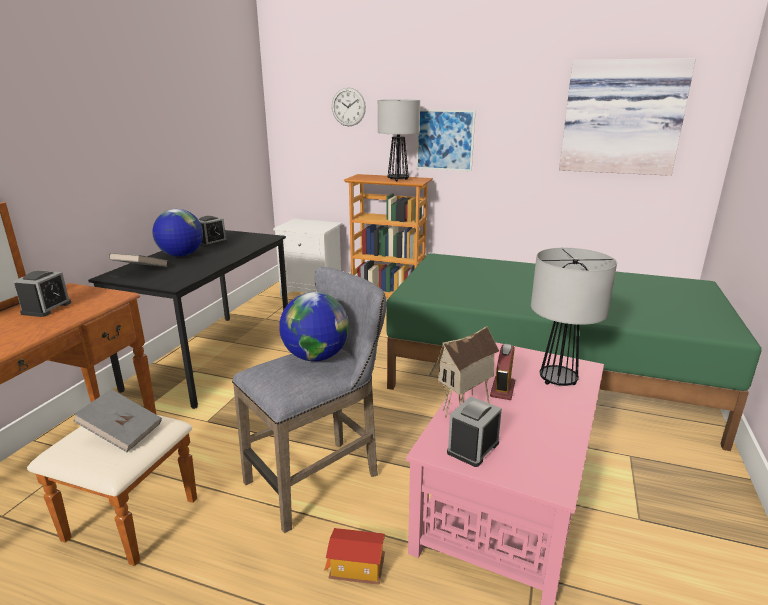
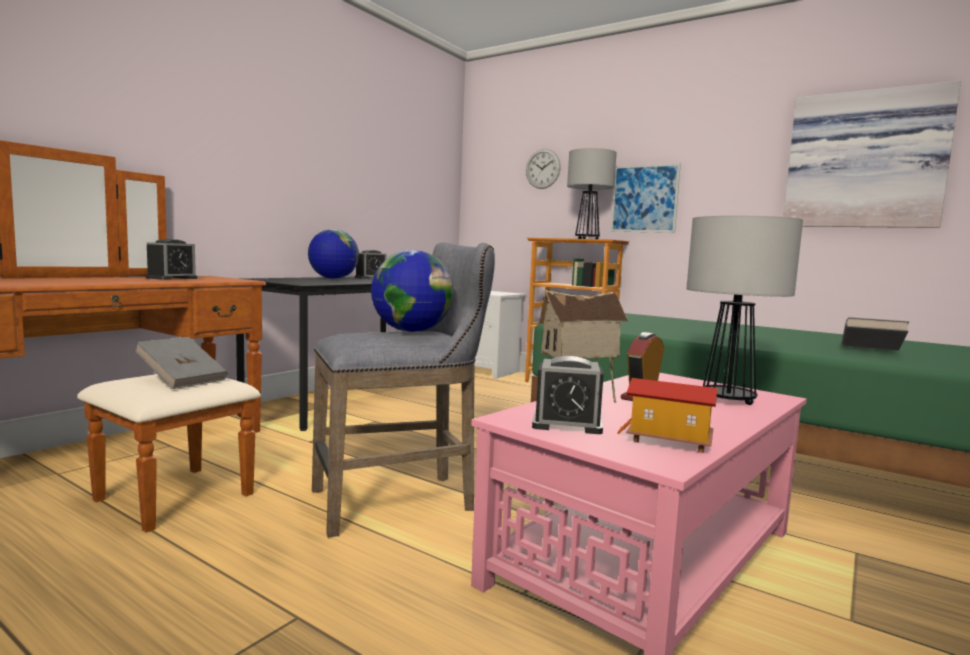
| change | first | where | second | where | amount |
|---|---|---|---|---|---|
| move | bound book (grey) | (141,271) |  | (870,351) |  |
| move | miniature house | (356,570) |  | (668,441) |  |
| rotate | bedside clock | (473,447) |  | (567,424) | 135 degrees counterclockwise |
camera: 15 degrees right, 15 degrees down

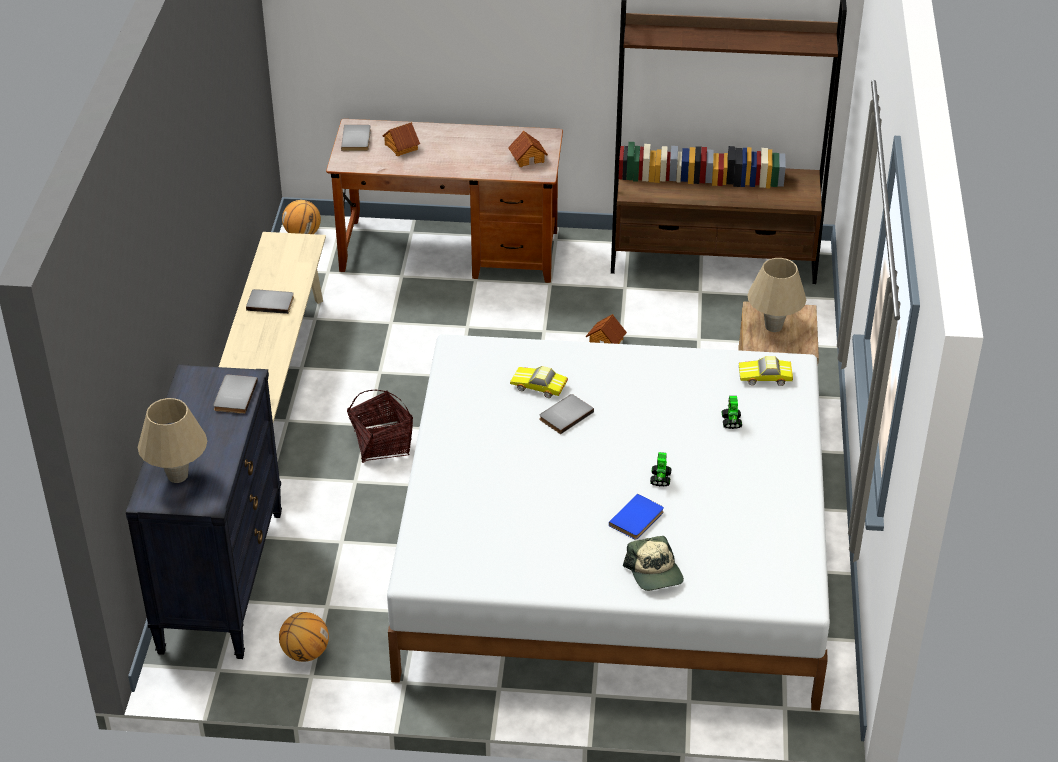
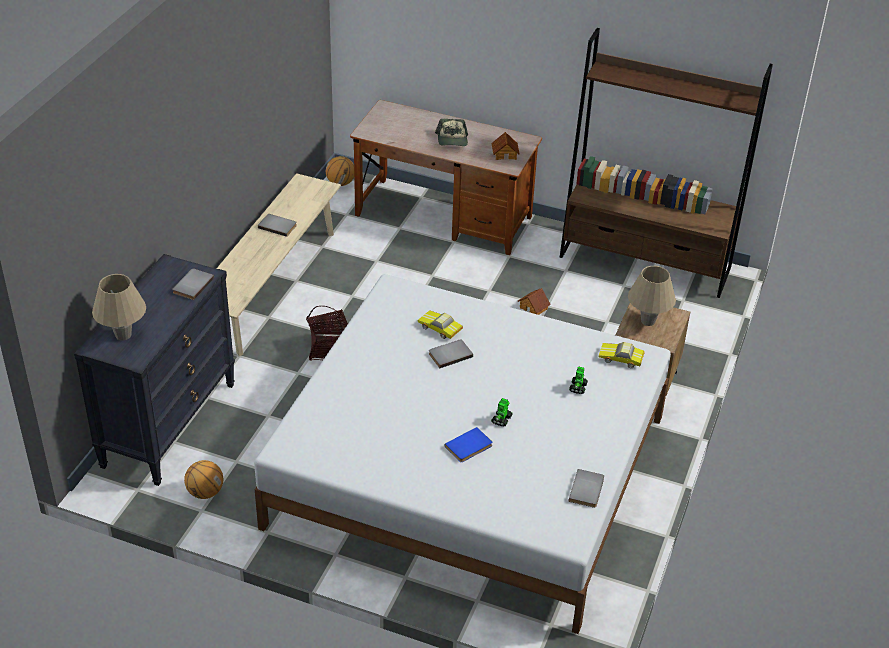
| change | first | where | second | where | amount |
|---|---|---|---|---|---|
| delete | miniature house | (401,147) |  |  |  |
| move | bound book (grey) | (357,139) |  | (588,490) |  |
| move | peaked cap | (654,572) |  | (452,139) |  |
camera: 15 degrees right, 0 degrees up

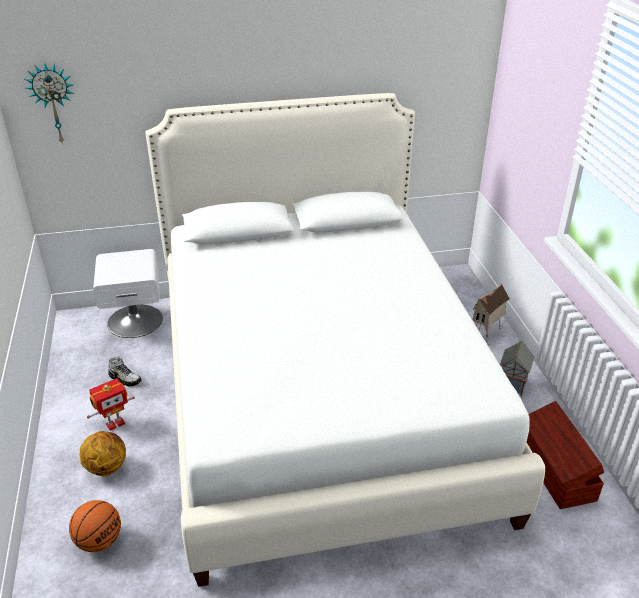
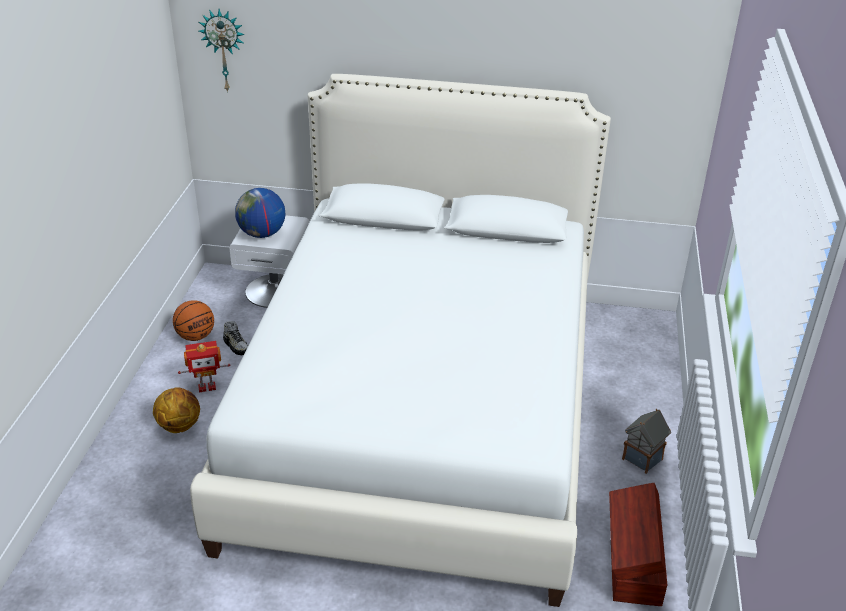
| change | first | where | second | where | amount |
|---|---|---|---|---|---|
| delete | miniature house | (487,334) |  |  |  |
| insert |  |  | globe | (262,234) |  |
| move | ball for basketball | (99,541) |  | (195,336) |  |
camera: 20 degrees right, 0 degrees up

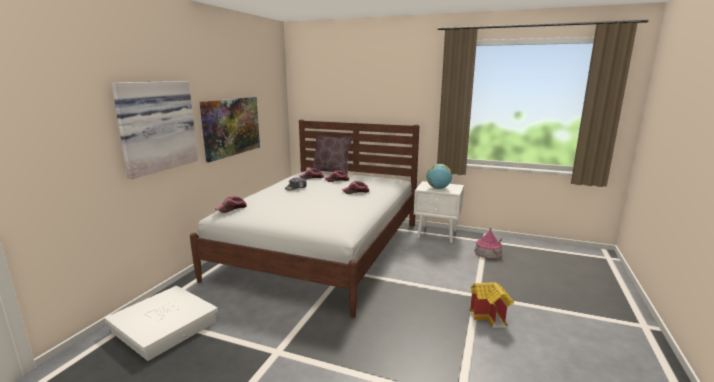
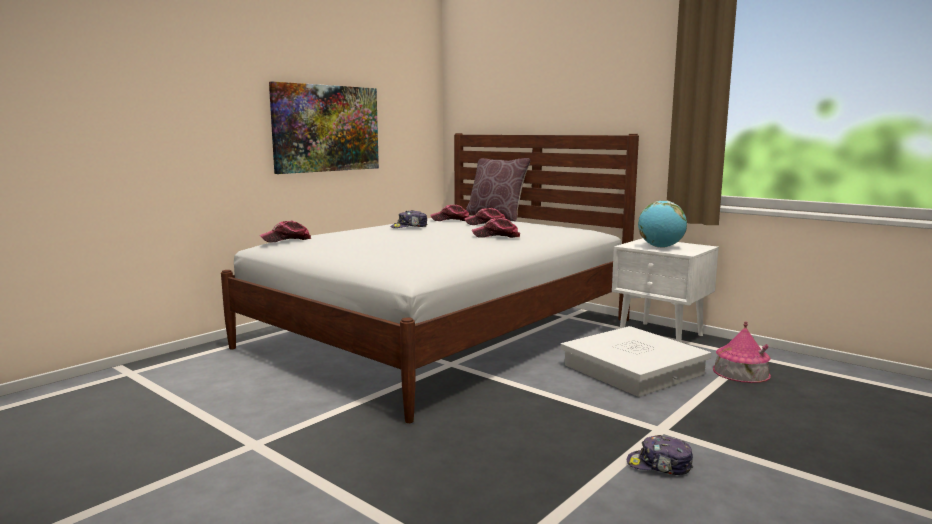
| change | first | where | second | where | amount |
|---|---|---|---|---|---|
| delete | picture | (156,126) |  |  |  |
| move | storage box (white) | (164,327) |  | (632,369) |  |
| replace | miniature house | (490,317) | peaked cap | (659,465) |  |
camera: 20 degrees right, 5 degrees down

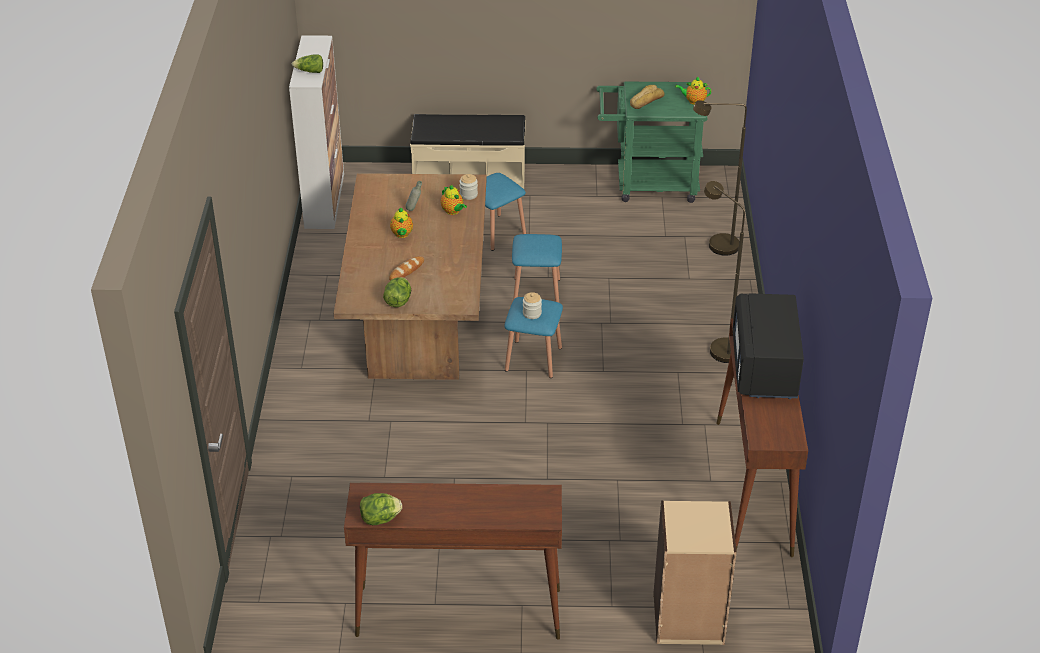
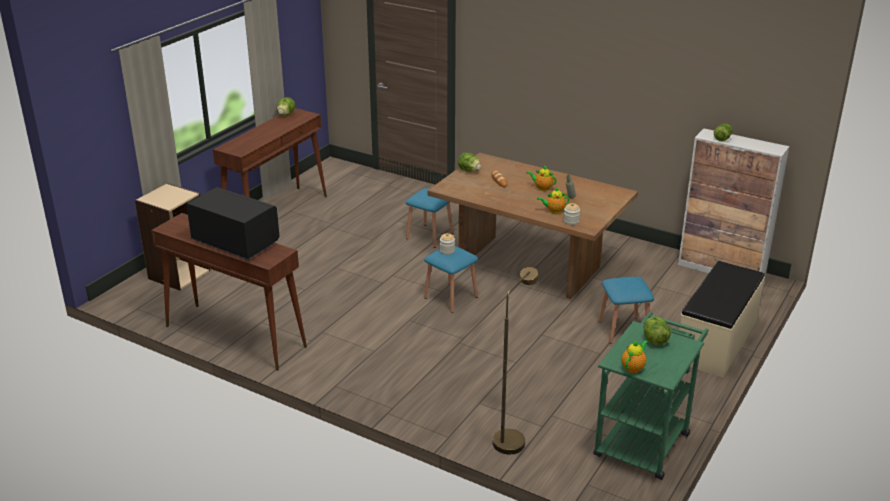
| change | first | where | second | where | amount |
|---|---|---|---|---|---|
| delete | floor lamp (brown-coloured) | (719,347) |  |  |  |
| move | stool (blue-coloured) | (536,292) |  | (429,236) |  |
| replace | bakery bread | (645,100) | head of lettuce | (654,340) |  |
camera: 120 degrees right, 10 degrees down

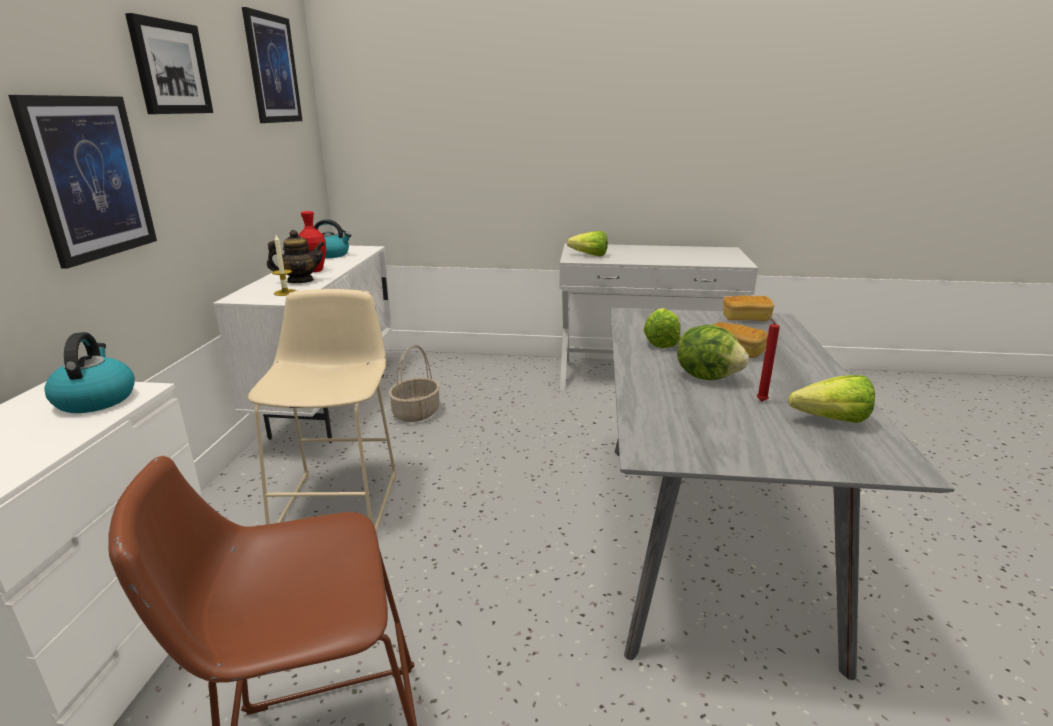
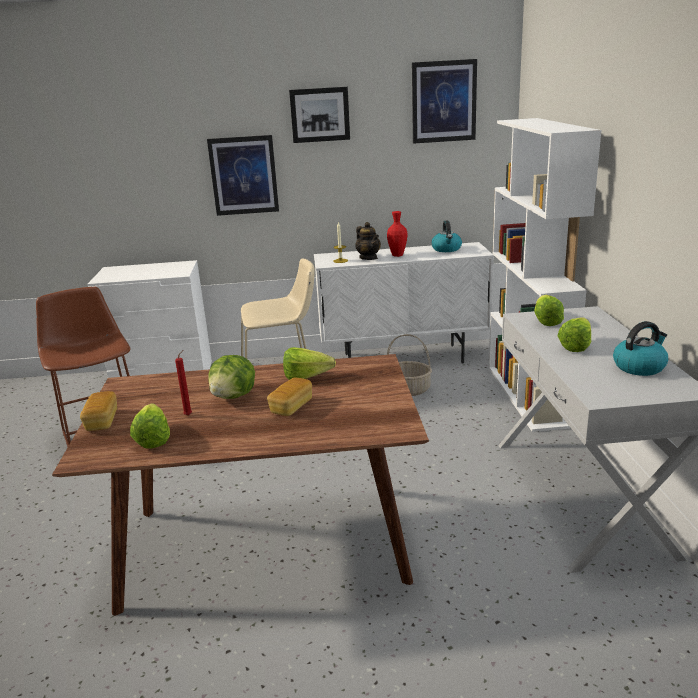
| change | first | where | second | where | amount |
|---|---|---|---|---|---|
| insert |  |  | bookcase (white) | (528,395) |  |
| insert |  |  | head of lettuce | (578,345) |  |
| move | kettle | (96,399) |  | (639,367) |  |
| move | bakery bread | (745,319) |  | (102,421) |  |
| recolor | dinner table (grey) | (703,536) | dinner table (brown-coloured) | (268,543) |  |
camera: 80 degrees right, 0 degrees up

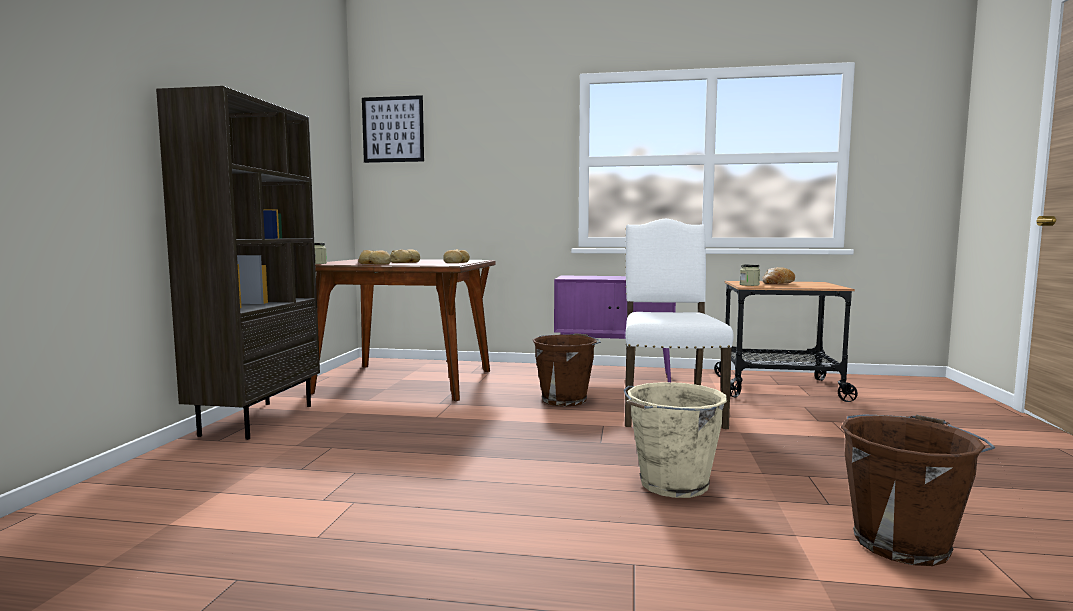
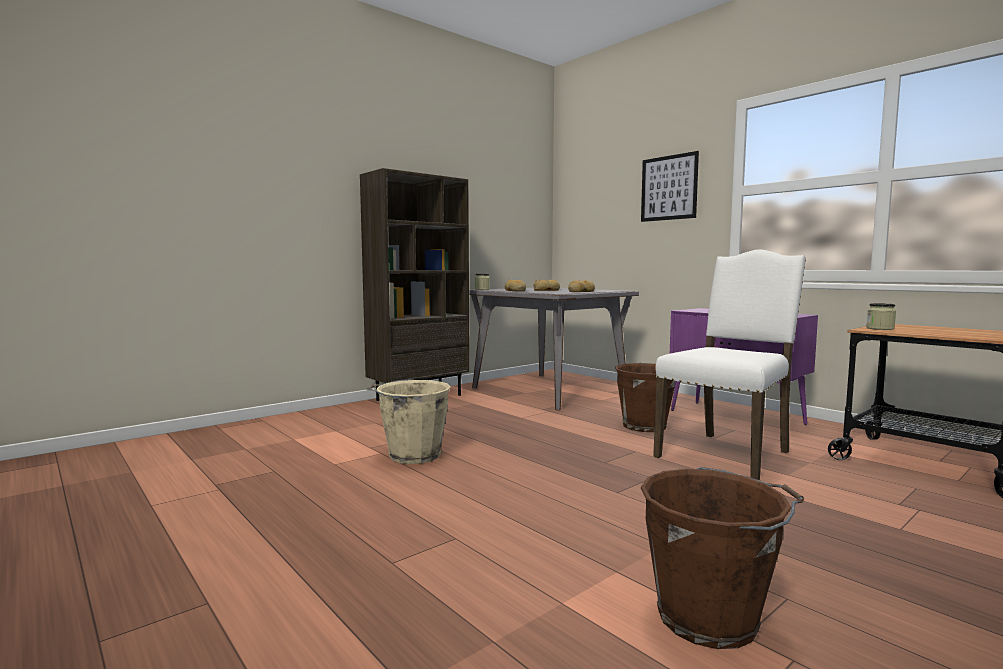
| change | first | where | second | where | amount |
|---|---|---|---|---|---|
| delete | bakery bread | (777,284) |  |  |  |
| move | picture | (393,129) |  | (669,188) |  |
| move | bucket (sand-coloured) | (671,484) |  | (412,455) |  |
| recolor | dinner table (brown-coloured) | (404,382) | dinner table (grey) | (548,390) |  |
camera: 40 degrees right, 0 degrees up

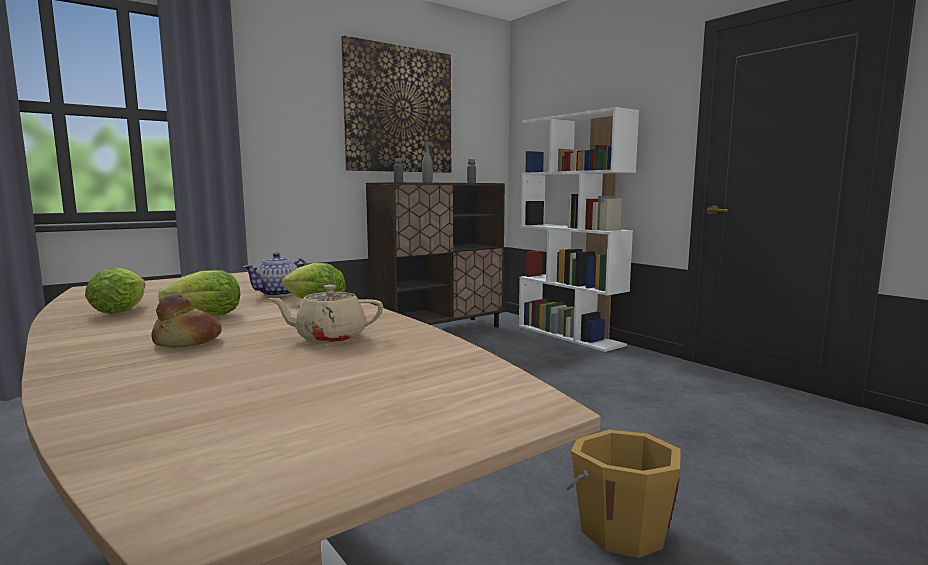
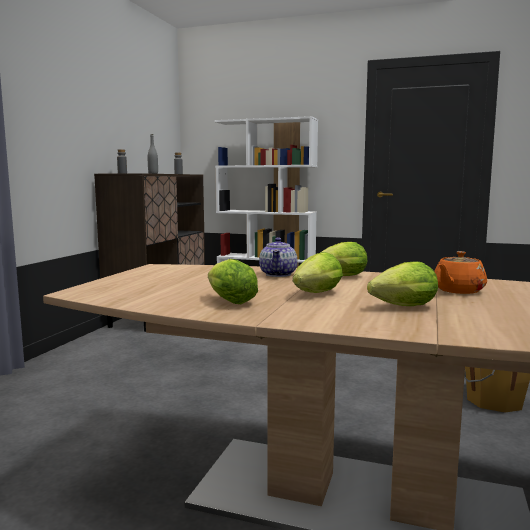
| change | first | where | second | where | amount |
|---|---|---|---|---|---|
| delete | picture | (399,110) |  |  |  |
| replace | bakery bread | (187,342) | head of lettuce | (400,307) |  |
| recolor | tea pot (sand-coloured) | (329,338) | tea pot (orange) | (457,290) |  |
camera: 35 degrees left, 0 degrees up

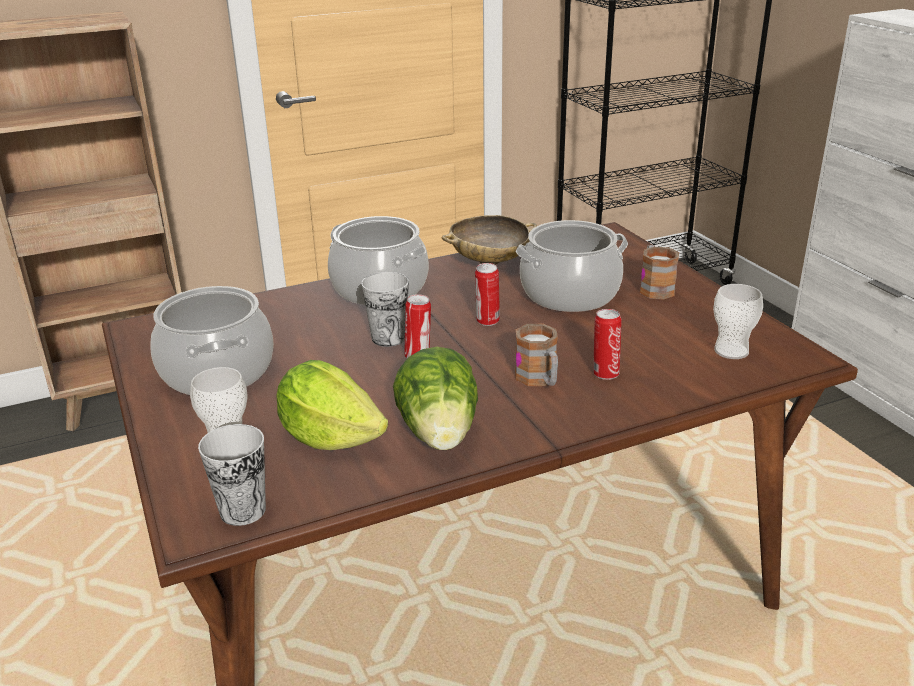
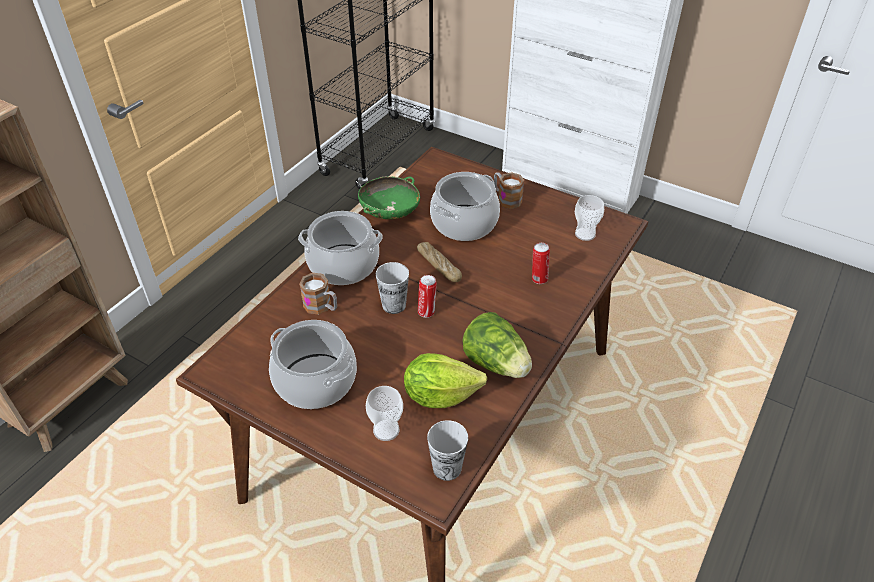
| change | first | where | second | where | amount |
|---|---|---|---|---|---|
| move | coffee mug | (539,380) |  | (322,307) |  |
| replace | can | (487,321) | bakery bread | (438,266) |  |
| recolor | deep dish (sand-coloured) | (489,261) | deep dish (greenish) | (390,213) |  |
camera: 35 degrees left, 15 degrees up

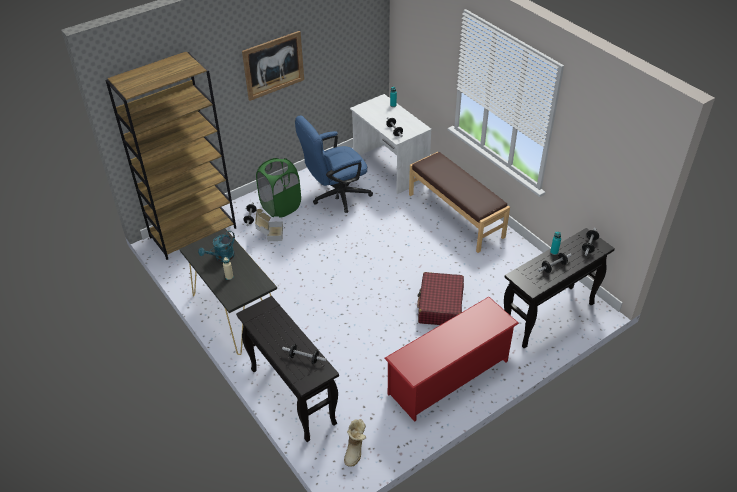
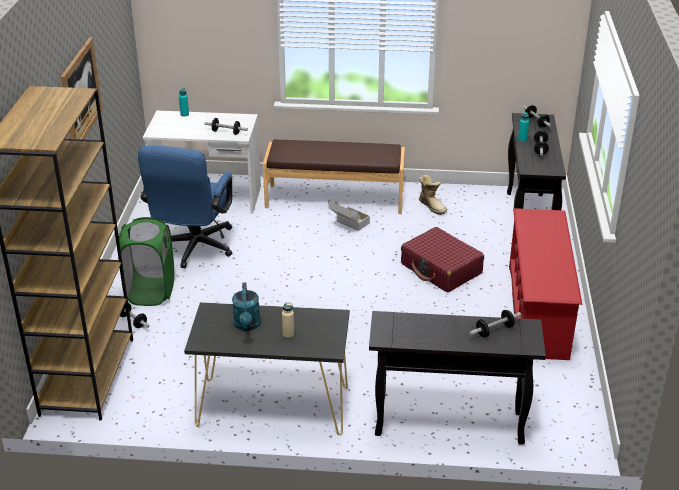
| change | first | where | second | where | amount |
|---|---|---|---|---|---|
| move | packing box | (269,234) |  | (348,225) |  |
| move | boot | (355,450) |  | (432,206) |  |
camera: 50 degrees left, 10 degrees down

